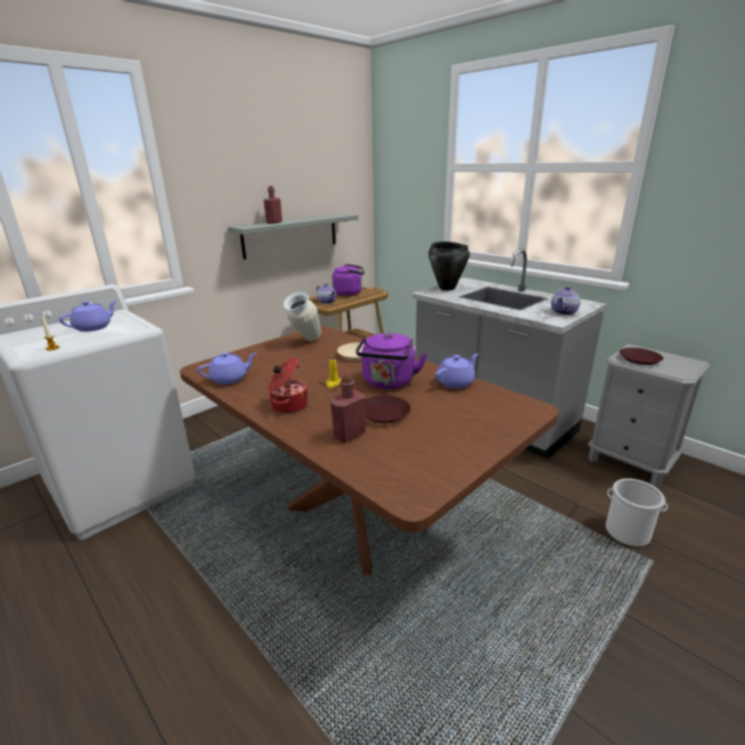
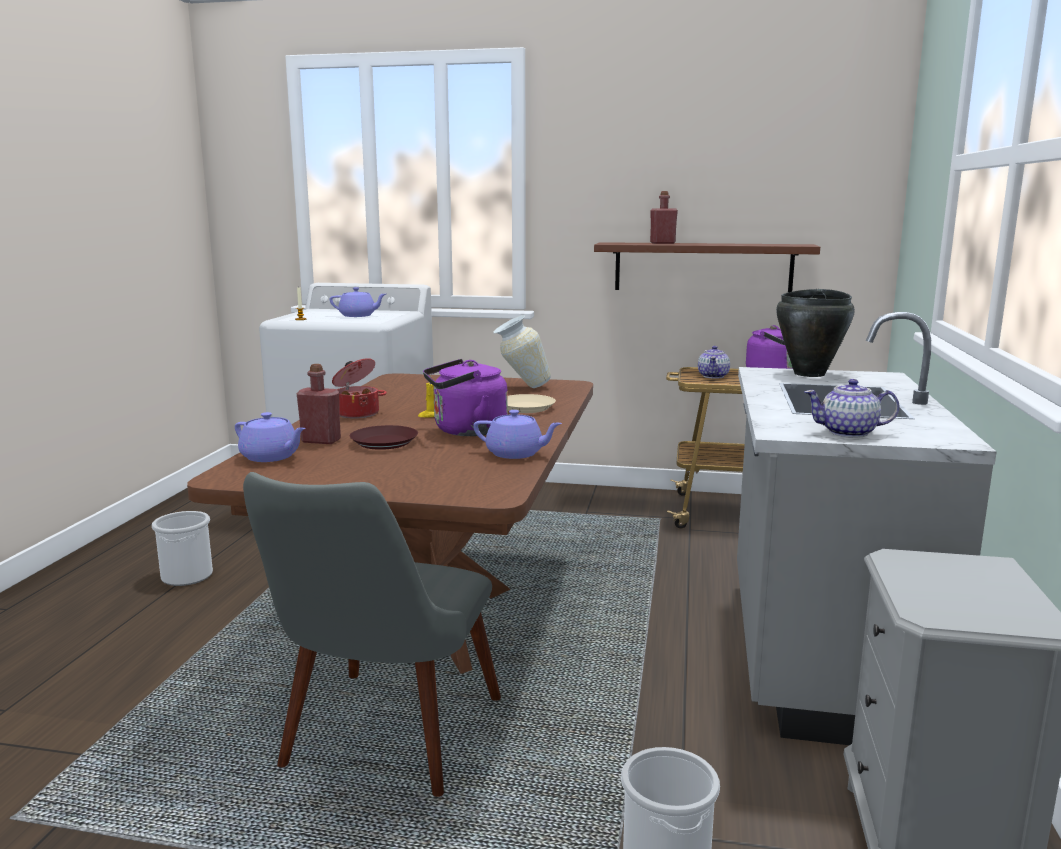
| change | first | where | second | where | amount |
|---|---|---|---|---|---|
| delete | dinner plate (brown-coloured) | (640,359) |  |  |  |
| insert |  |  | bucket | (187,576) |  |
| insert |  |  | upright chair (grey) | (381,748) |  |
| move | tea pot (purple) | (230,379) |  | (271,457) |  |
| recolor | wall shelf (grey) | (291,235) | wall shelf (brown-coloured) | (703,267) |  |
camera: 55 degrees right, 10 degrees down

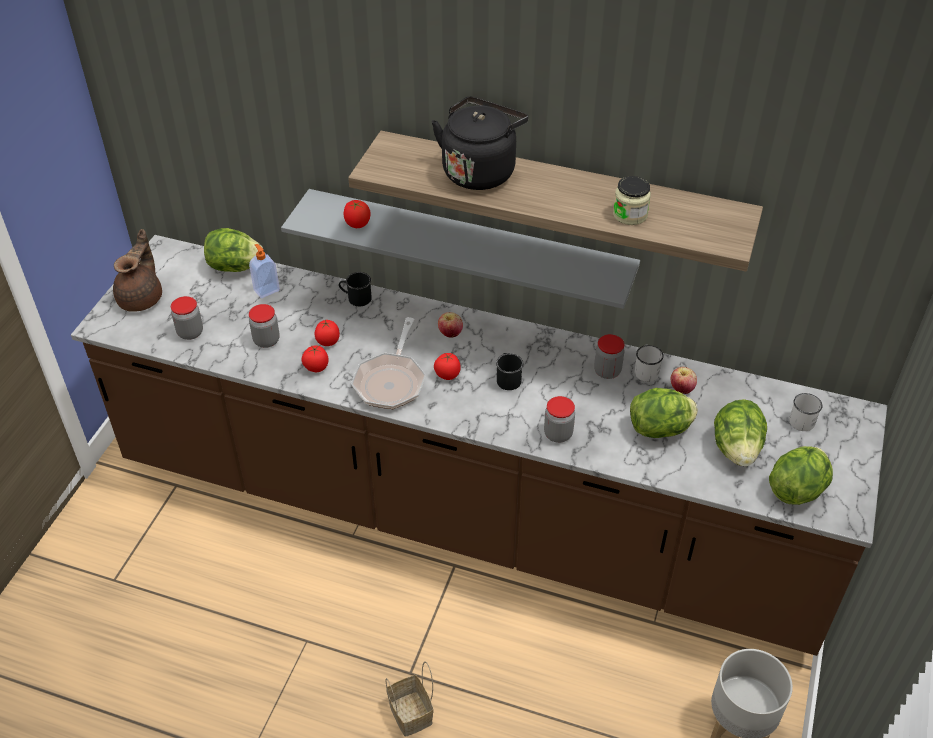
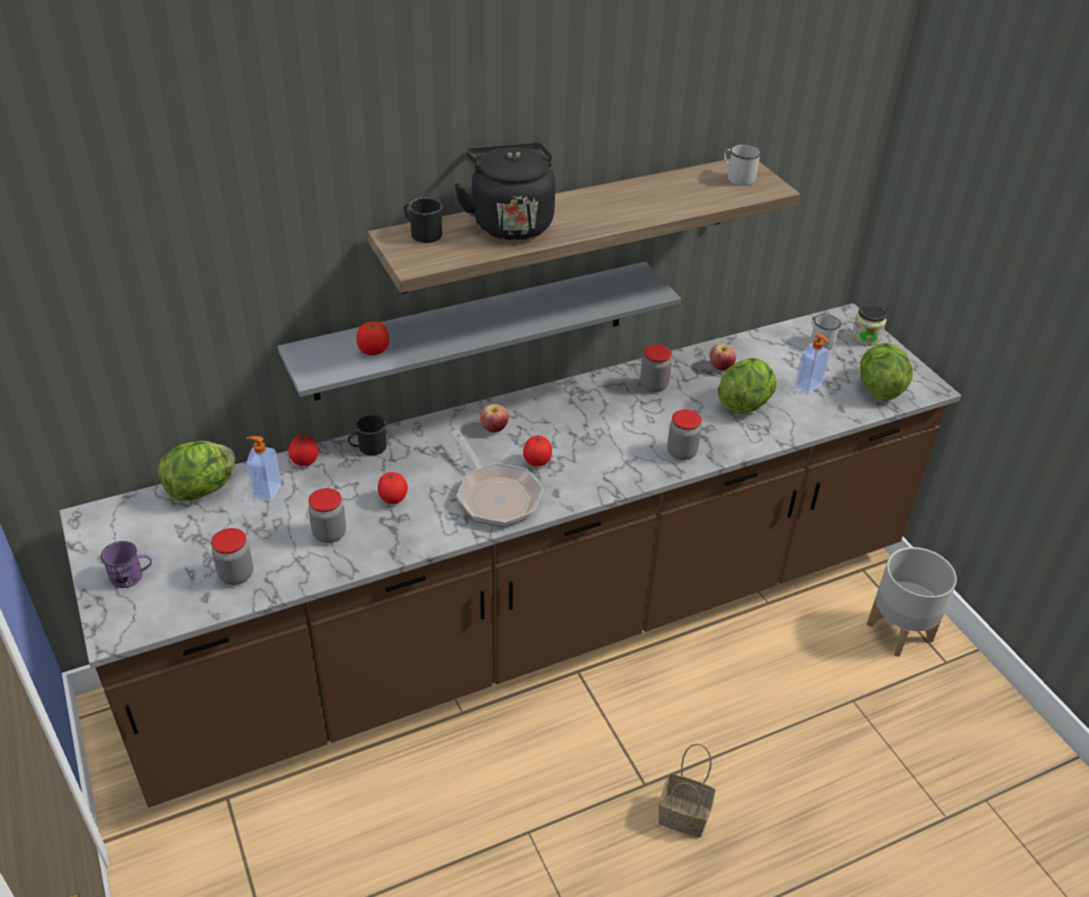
| change | first | where | second | where | amount |
|---|---|---|---|---|---|
| move | tomato | (316,368) |  | (304,462) |  |
| move | coffee mug (blackish) | (508,378) |  | (422,233) |  |
| move | jar | (630,215) |  | (865,337) |  |
| move | coffee mug (white) | (646,370) |  | (737,177) |  |
| replace | tea pot (brown-coloured) | (142,298) | coffee mug (purple) | (132,576) |  |
| replace | head of lettuce | (736,449) | soap dispenser | (809,386) |  |
camera: 45 degrees left, 5 degrees down

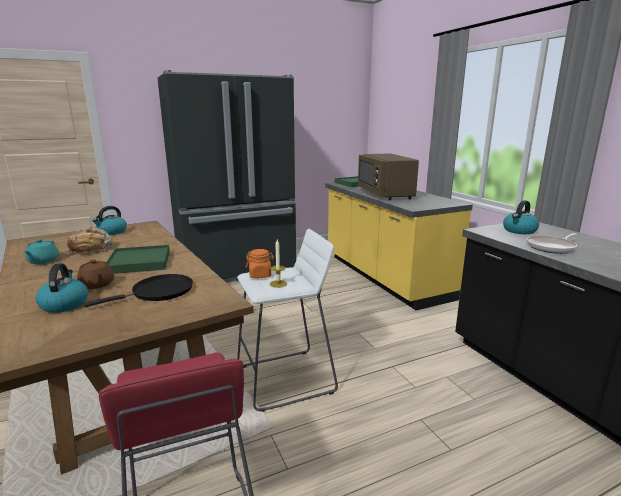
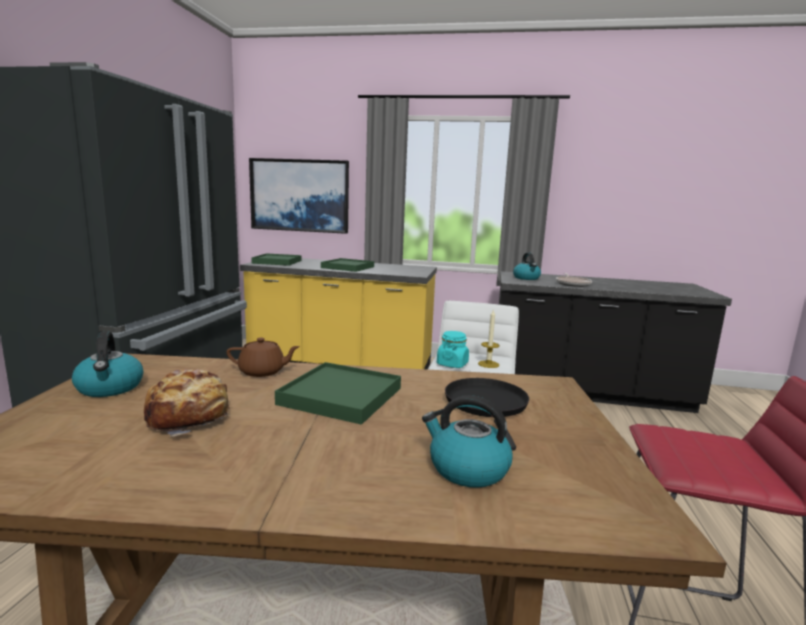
| change | first | where | second | where | amount |
|---|---|---|---|---|---|
| delete | tea pot (turquoise-coloured) | (43,261) |  |  |  |
| insert |  |  | picture | (299,195) |  |
| move | tea pot (brown-coloured) | (97,285) |  | (263,372) |  |
| replace | microwave (brown-coloured) | (385,194) | serving tray (greenish) | (348,267) |  |
| recolor | jar (orange) | (260,275) | jar (turquoise-coloured) | (452,364) |  |
camera: 55 degrees left, 5 degrees down

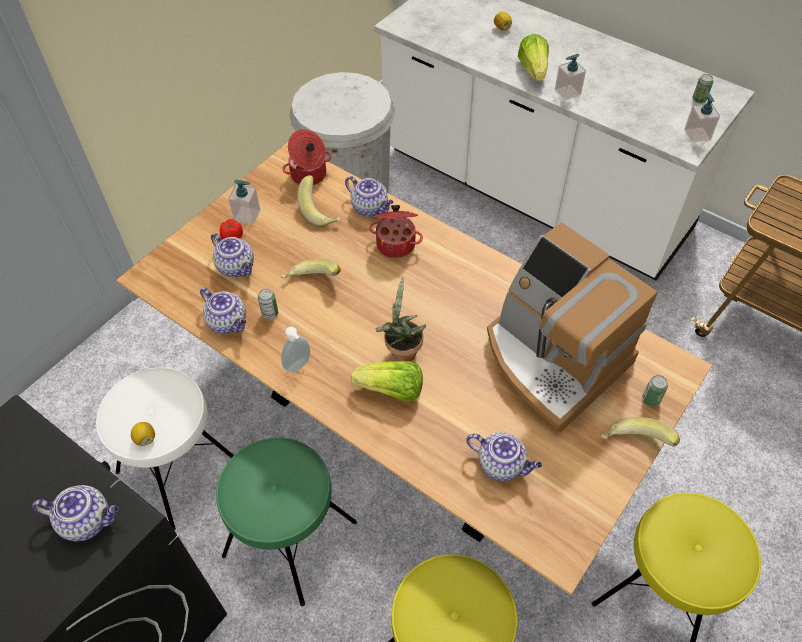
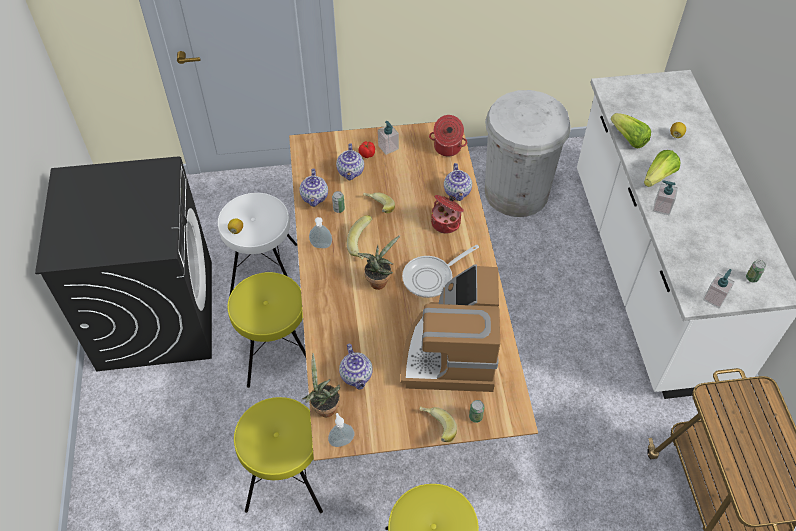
| change | first | where | second | where | amount |
|---|---|---|---|---|---|
| delete | tea pot | (88,520) |  |  |  |
| insert |  |  | plant in a pot | (324,407) |  |
| insert |  |  | soap dispenser | (341,441) |  |
| insert |  |  | skillet | (431,277) |  |
| move | whole banana | (321,212) |  | (363,245) |  |
| move | head of lettuce | (392,391) |  | (628,139) |  |
| recolor | stool (greenish) | (289,539) | stool (yellowish) | (275,350) |  |
camera: 45 degrees right, 0 degrees up

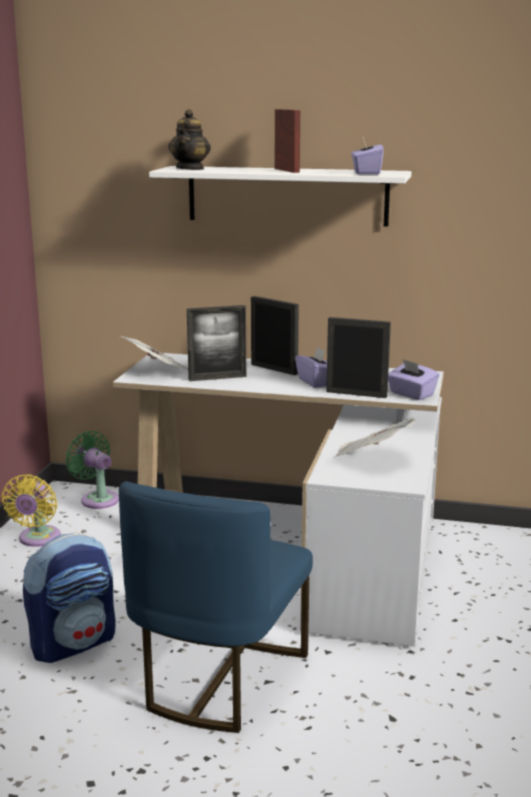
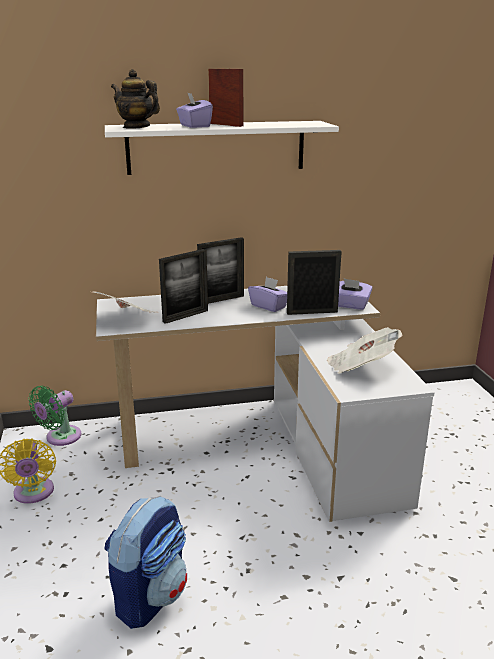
| change | first | where | second | where | amount |
|---|---|---|---|---|---|
| delete | upright chair (blue-coloured) | (219,679) |  |  |  |
| move | tissue holder (purple) | (366,173) |  | (194,126) |  |
| rotate | cooling fan (greenish) | (97,499) |  | (60,438) | 75 degrees counterclockwise |
| rotate | tea pot | (190,169) |  | (136,127) | 135 degrees clockwise |
| rotate | photo frame | (274,369) |  | (221,299) | 135 degrees clockwise |
camera: 25 degrees left, 5 degrees up

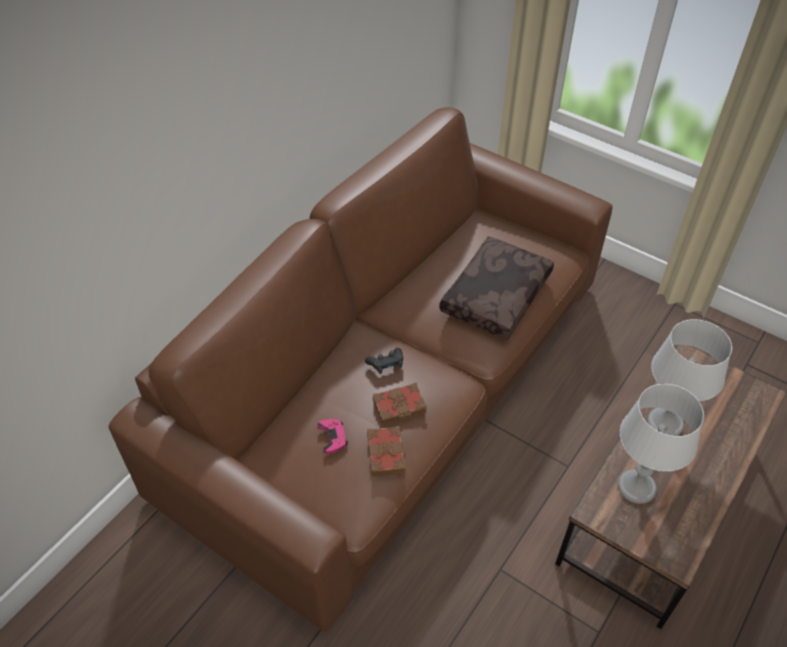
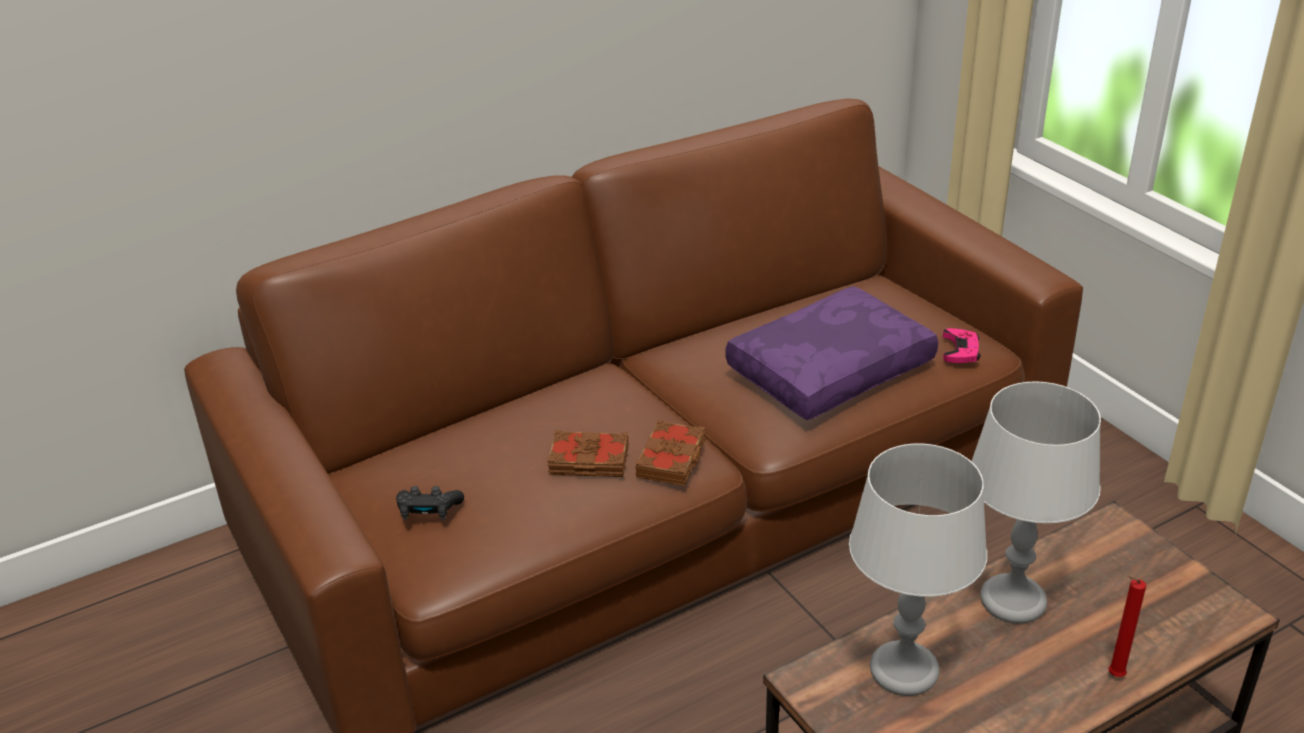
| change | first | where | second | where | amount |
|---|---|---|---|---|---|
| insert |  |  | wax light (red-coloured) | (1113,676) |  |
| move | game controller (pink-coloured) | (332,437) |  | (960,350) |  |
| move | game controller (blackish) | (386,364) |  | (428,512) |  |
| move | bound book (brown-coloured) | (386,454) |  | (672,459) |  |
| recolor | pillow (brown-coloured) | (494,295) | pillow (purple) | (829,368) |  |
camera: 25 degrees right, 15 degrees down

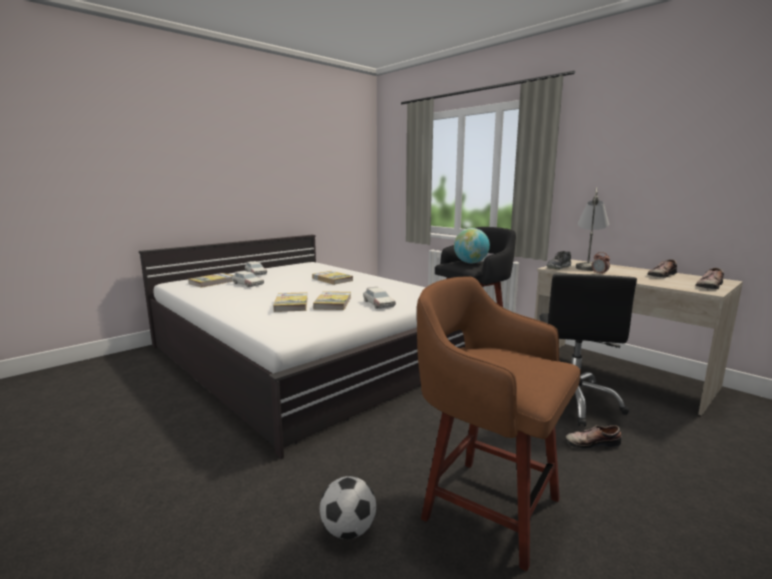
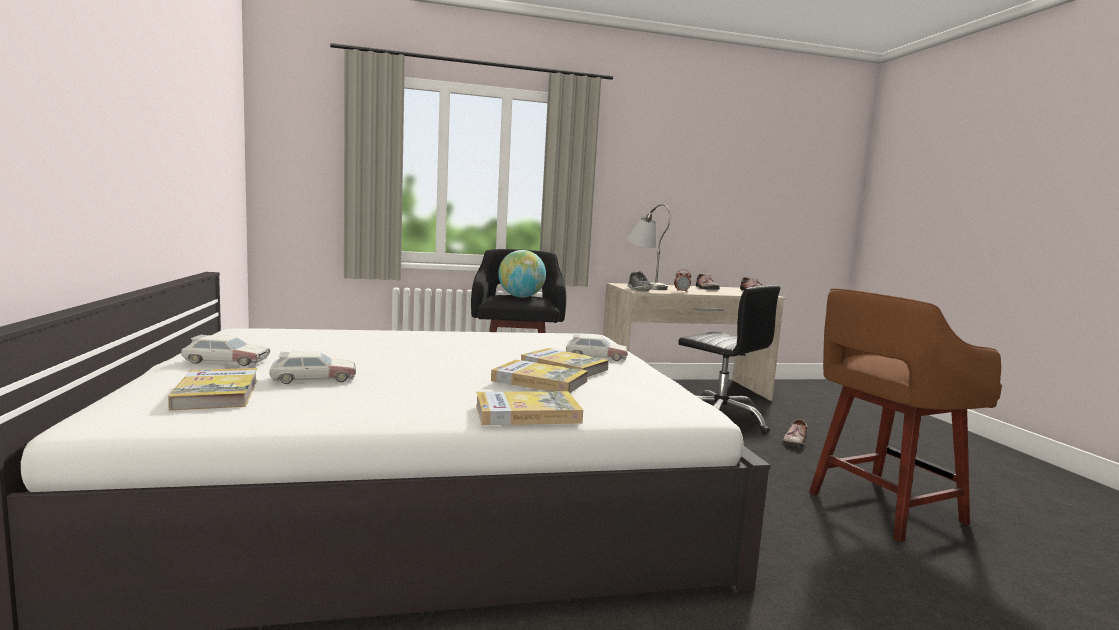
| change | first | where | second | where | amount |
|---|---|---|---|---|---|
| delete | football | (348,530) |  |  |  |
| move | bound book | (332,279) |  | (527,413) |  |
camera: 60 degrees left, 5 degrees down

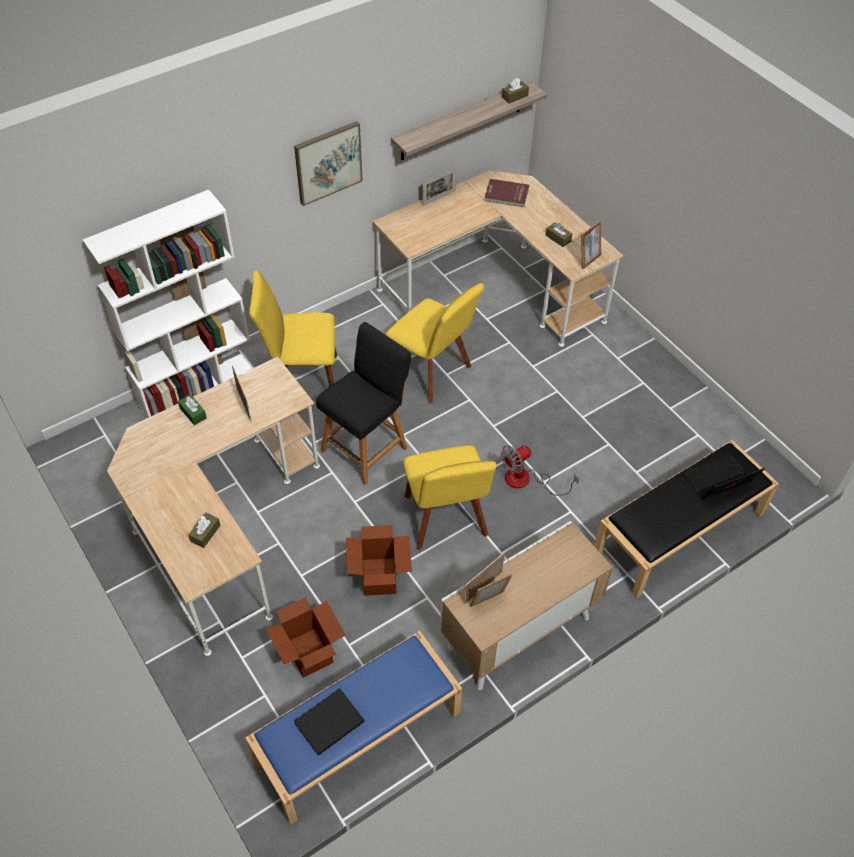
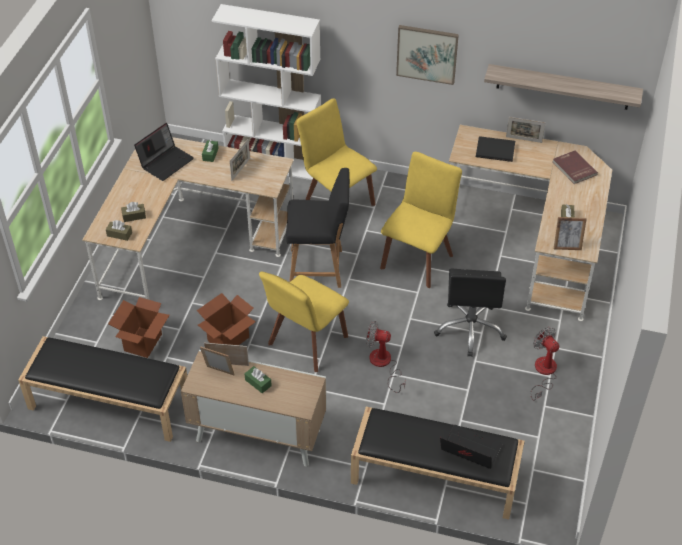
| change | first | where | second | where | amount |
|---|---|---|---|---|---|
| insert |  |  | notebook computer | (166,162) |  |
| insert |  |  | tissue holder (greenish) | (258,383) |  |
| insert |  |  | office chair (blackish) | (470,328) |  |
| insert |  |  | cooling fan | (543,372) |  |
| move | bound book (blackish) | (328,721) |  | (495,150) |  |
| move | tissue holder (brown-coloured) | (514,96) |  | (119,234) |  |
| recolor | long seat (blue-coloured) | (357,738) | long seat (blackish) | (108,403) |  |
| rotate | upright chair (yellowish) | (432,372) |  | (418,259) | 150 degrees counterclockwise |
camera: 50 degrees right, 5 degrees down

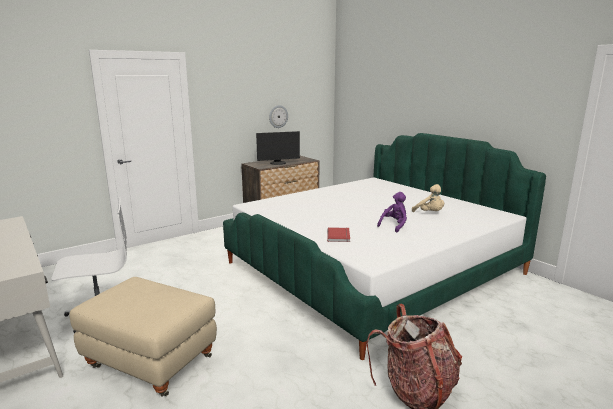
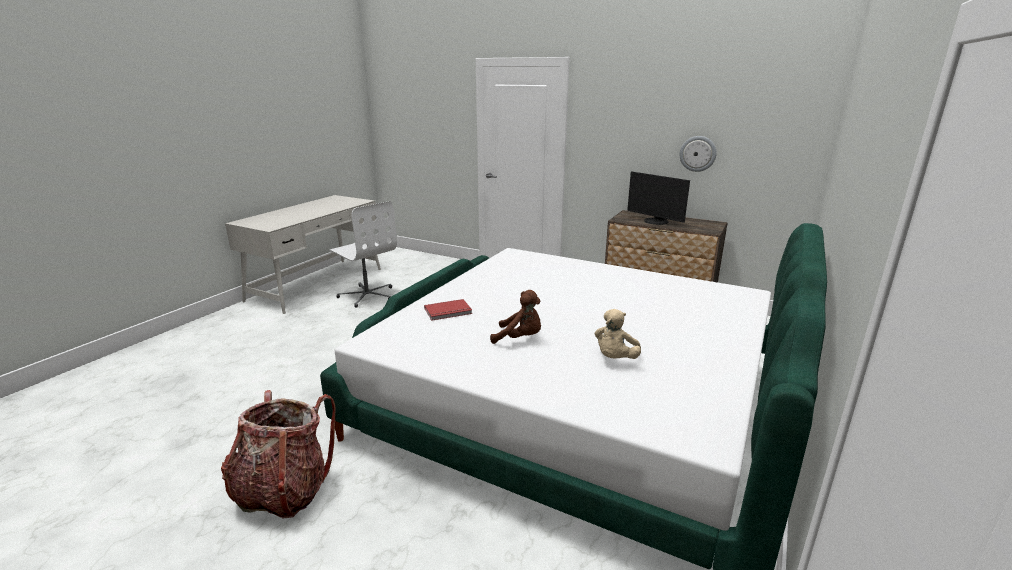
| change | first | where | second | where | amount |
|---|---|---|---|---|---|
| delete | pouffe (sand-coloured) | (150,364) |  |  |  |
| recolor | plush toy (purple) | (394,226) | plush toy (brown-coloured) | (520,338) |  |
camera: 65 degrees right, 5 degrees up

